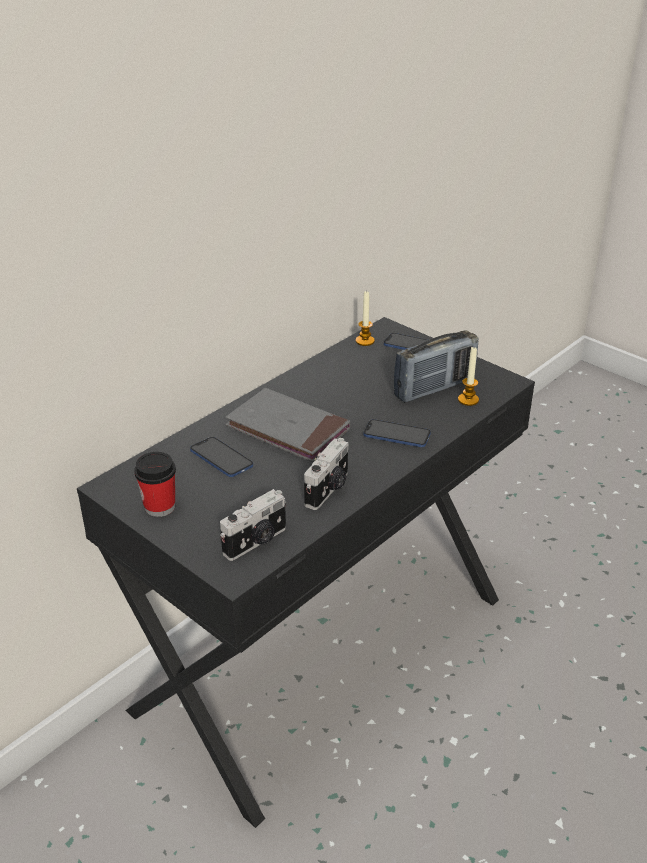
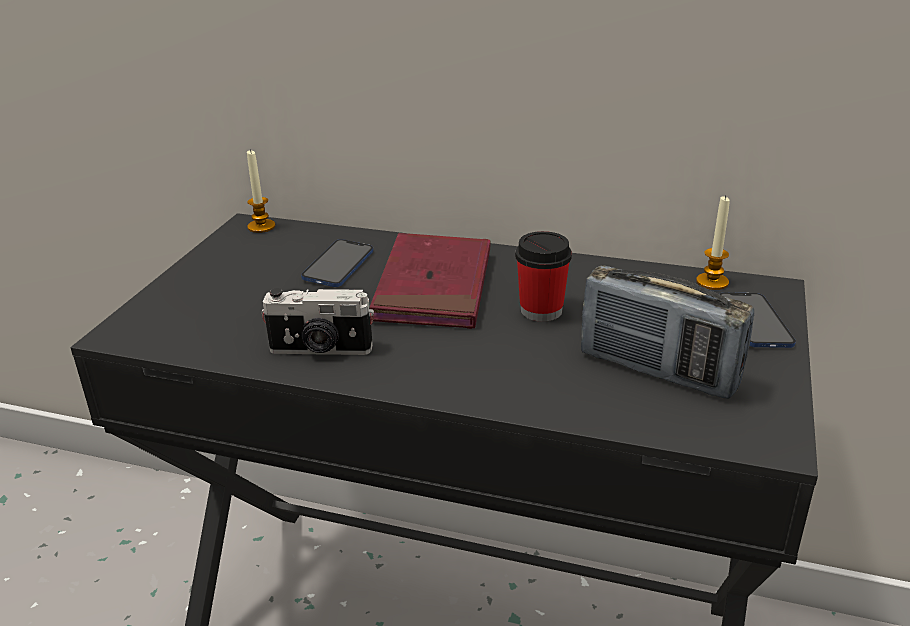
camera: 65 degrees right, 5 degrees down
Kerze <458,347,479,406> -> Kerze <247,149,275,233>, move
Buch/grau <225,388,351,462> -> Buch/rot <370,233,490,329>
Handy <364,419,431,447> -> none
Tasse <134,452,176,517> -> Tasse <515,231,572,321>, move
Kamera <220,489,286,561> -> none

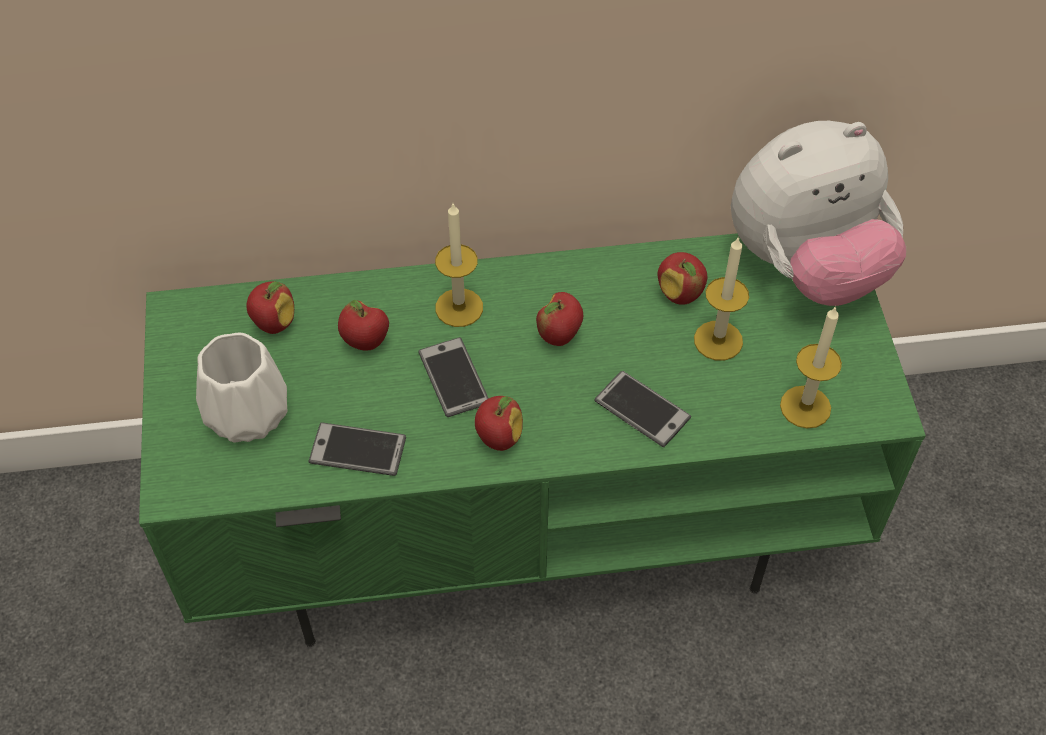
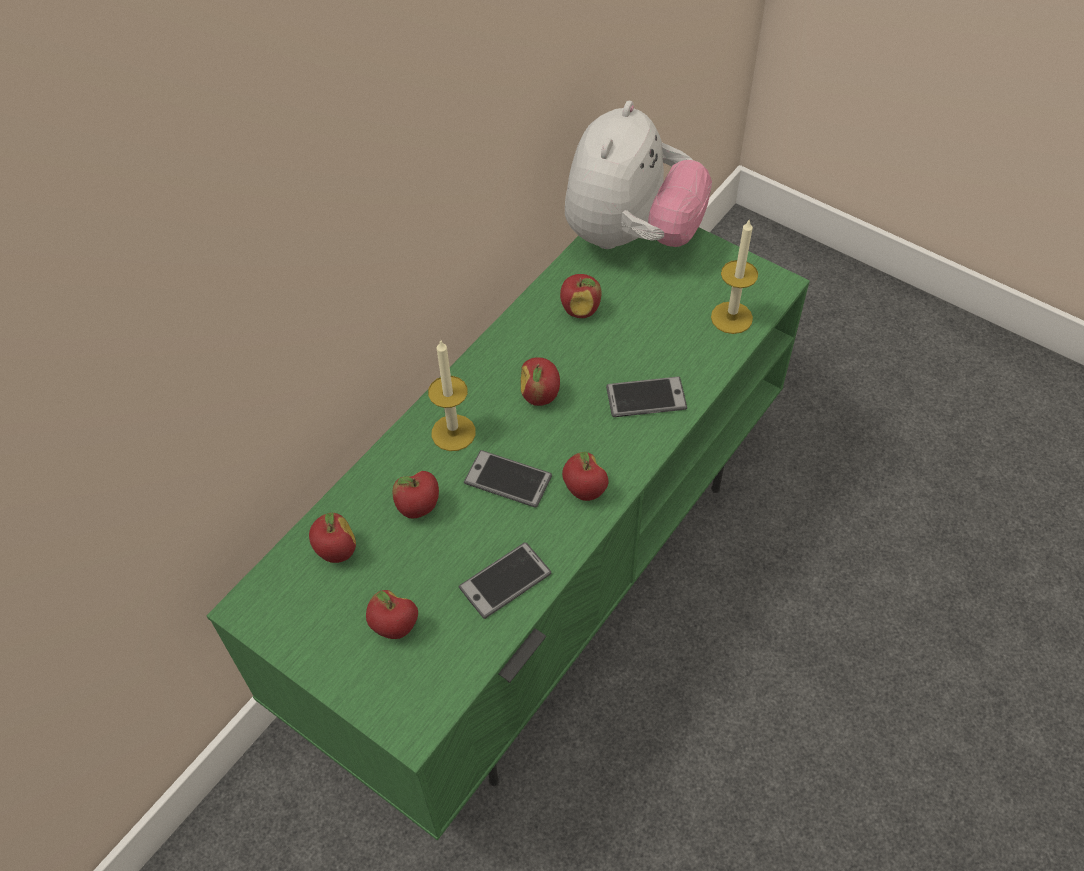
camera: 45 degrees left, 0 degrees up
Kerze <694,236,749,361> -> none
Vase/weiß <196,333,288,443> -> Apfel <366,590,418,639>

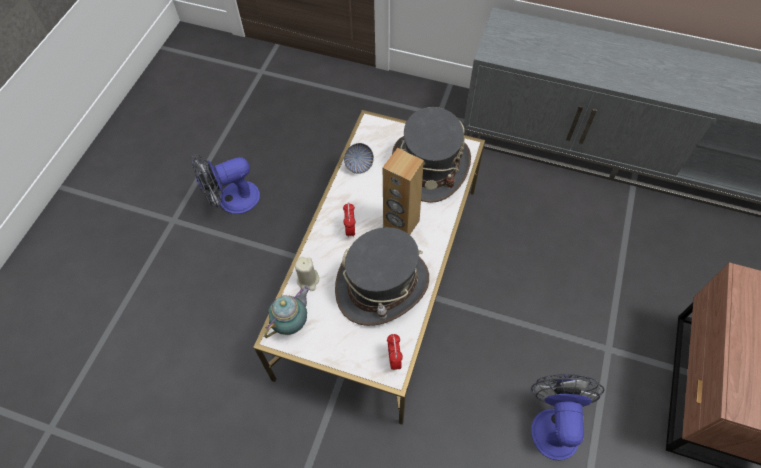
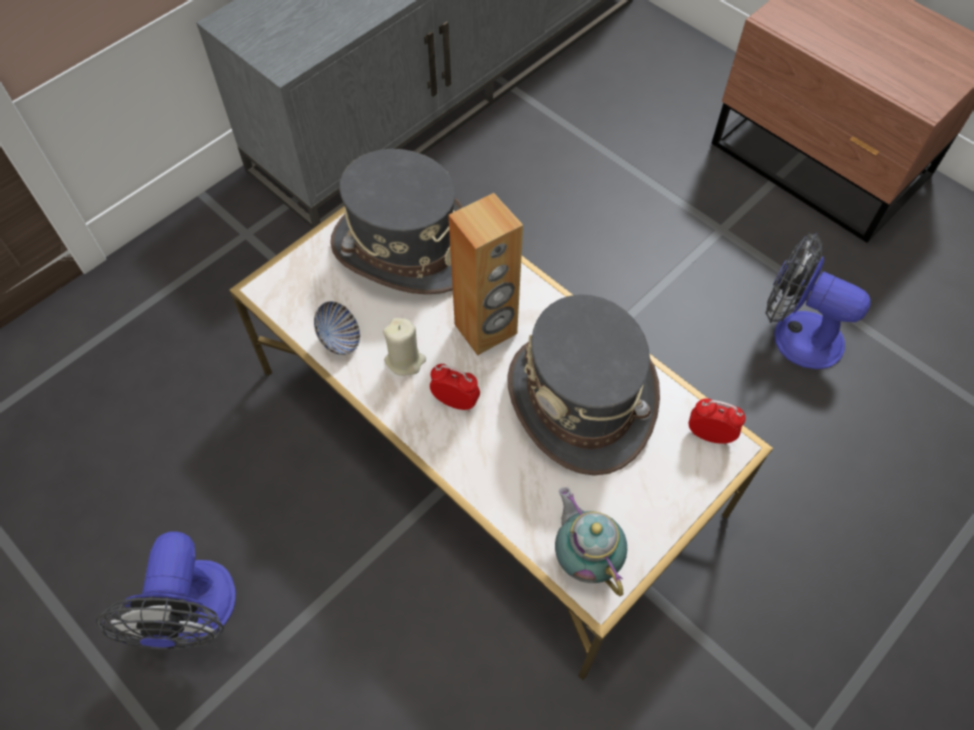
camera: 65 degrees left, 0 degrees up
Kerze/beige <295,257,319,291> -> Kerze/beige <383,318,426,376>, move

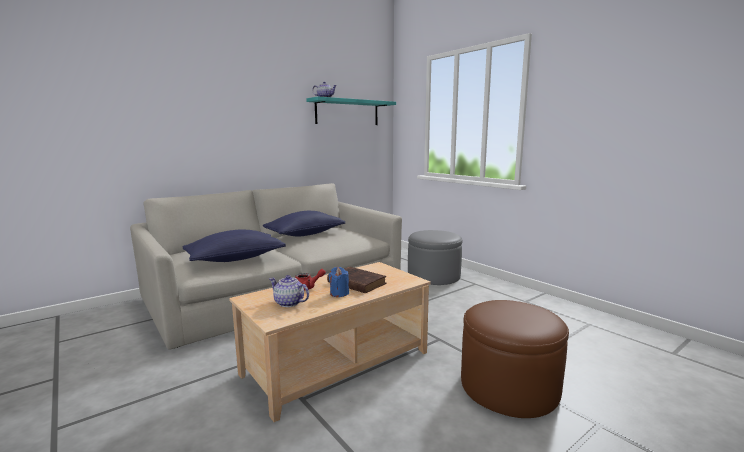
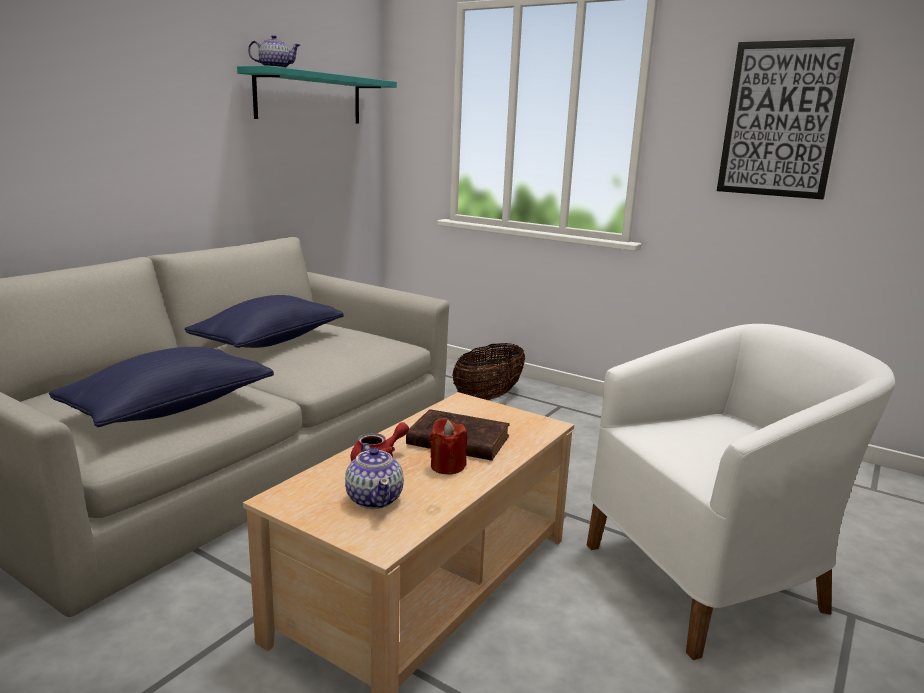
camera: 20 degrees left, 5 degrees up
Polsterhocker/grau <408,230,462,285> -> Korb <452,343,525,401>
Kerze/blau <329,267,349,297> -> Kerze/rot <430,418,467,475>
Teekanne <269,275,309,307> -> Teekanne <345,443,404,509>, 120 degrees counterclockwise
Polsterhocker/braun <461,300,569,418> -> Sessel/weiß <587,324,895,660>
none -> Bild <717,38,855,199>

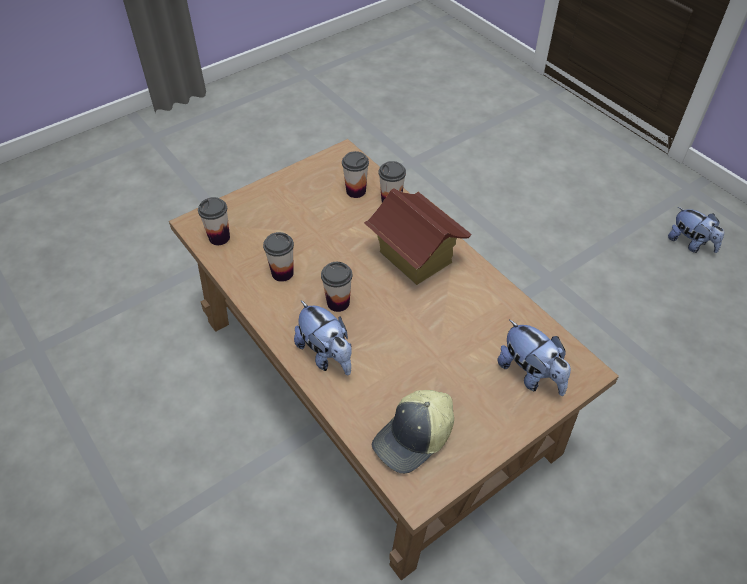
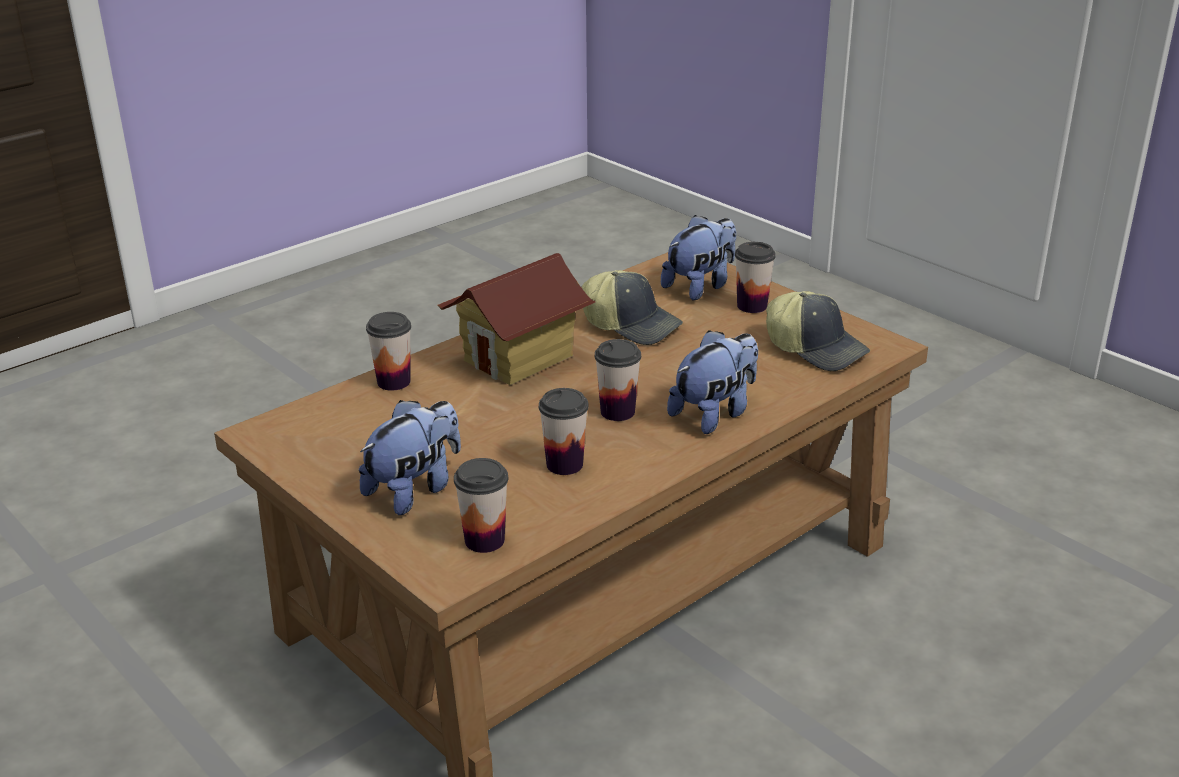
camera: 95 degrees left, 20 degrees down
Tasse <342,151,369,198> -> Tasse <735,242,776,313>, move
Plüschtier <668,207,724,253> -> Plüschtier <359,400,461,515>, move
none -> Kappe <581,270,683,345>

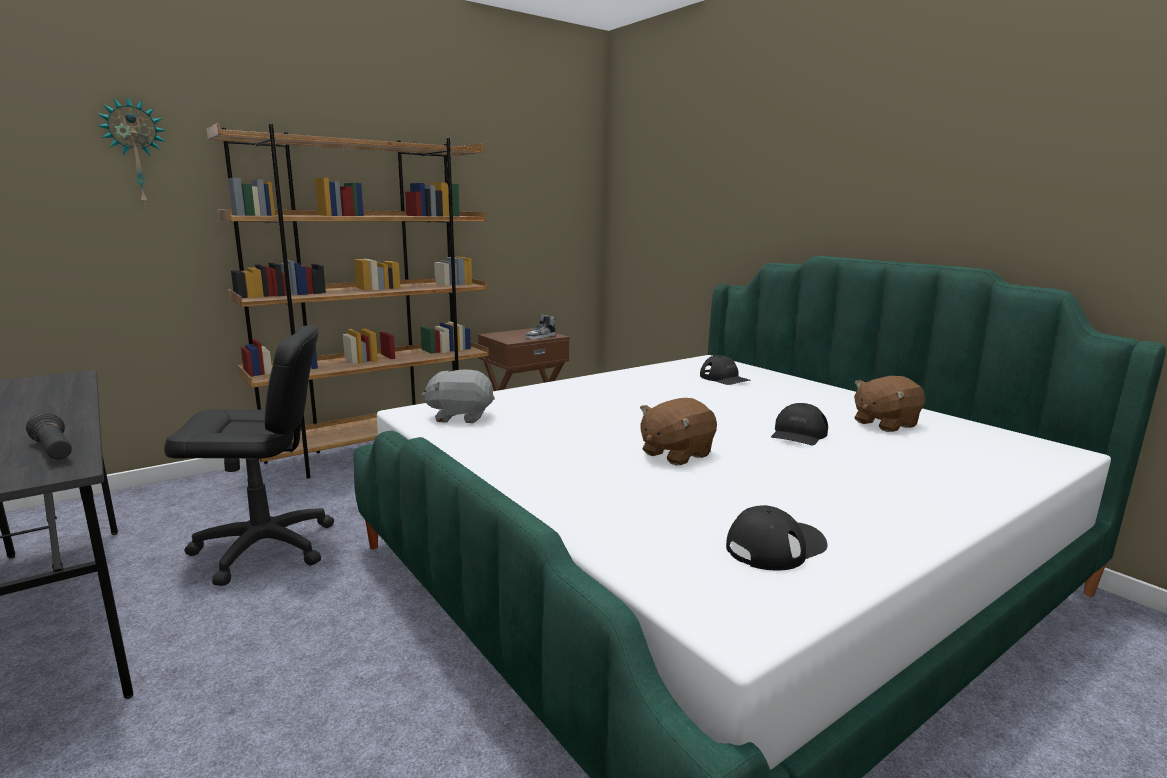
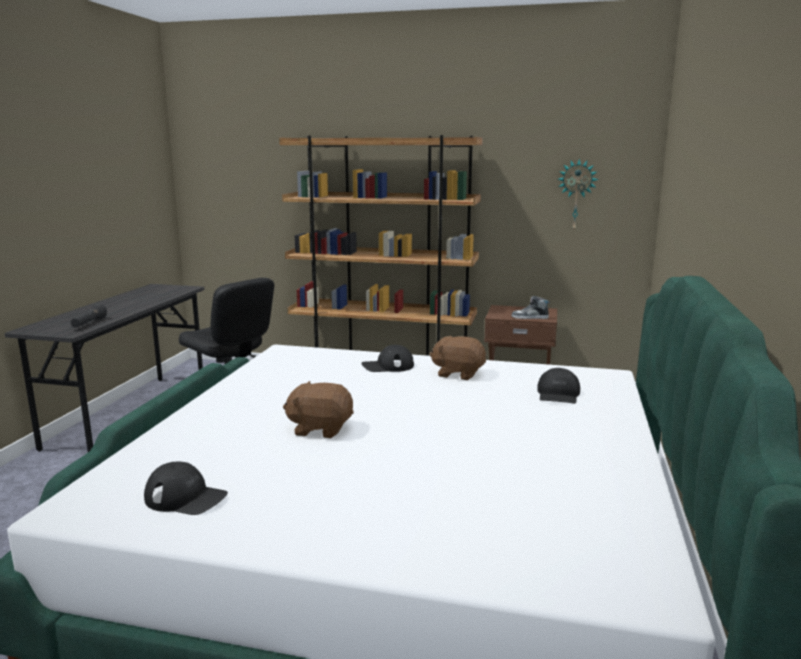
camera: 50 degrees right, 0 degrees up
Wanduhr <97,96,167,205> -> Wanduhr <558,158,599,230>, move
Plüschtier/grau <421,369,495,423> -> none
Plüschtier/braun <854,376,925,432> -> Plüschtier/braun <429,336,486,380>, move
Kappe/schwarz <771,403,828,445> -> Kappe/schwarz <361,345,414,372>, move

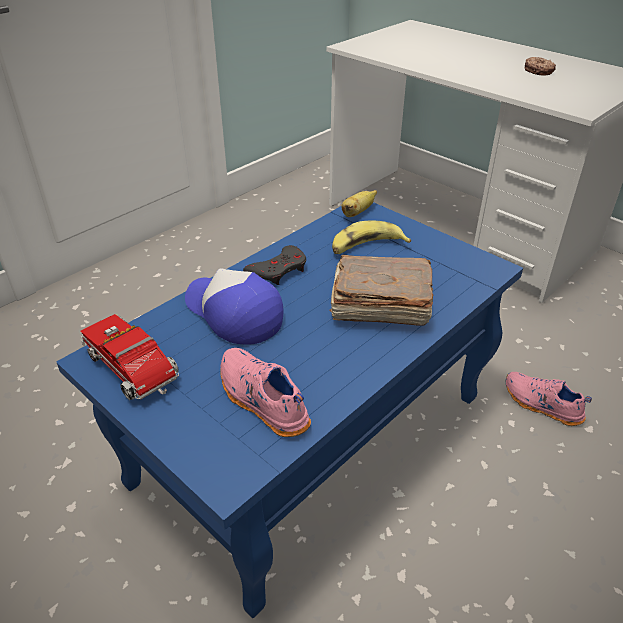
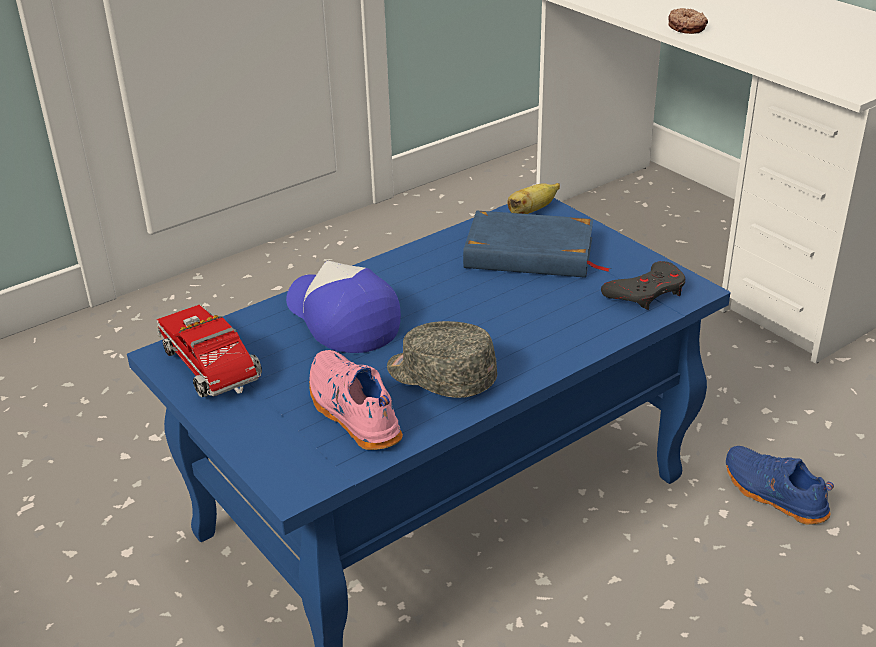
camera: 10 degrees right, 5 degrees down
Donut <524,57,556,76> -> Donut <668,8,708,34>, move
Banane <332,221,411,254> -> Buch/blau <463,211,611,278>
Gamepad/grau <243,245,306,285> -> Gamepad/grau <601,261,686,310>, move
Buch/braun <330,255,433,326> -> none
Schuh/rosa <506,372,592,426> -> Schuh/blau <726,446,834,525>
none -> Kappe/grau <387,321,497,398>

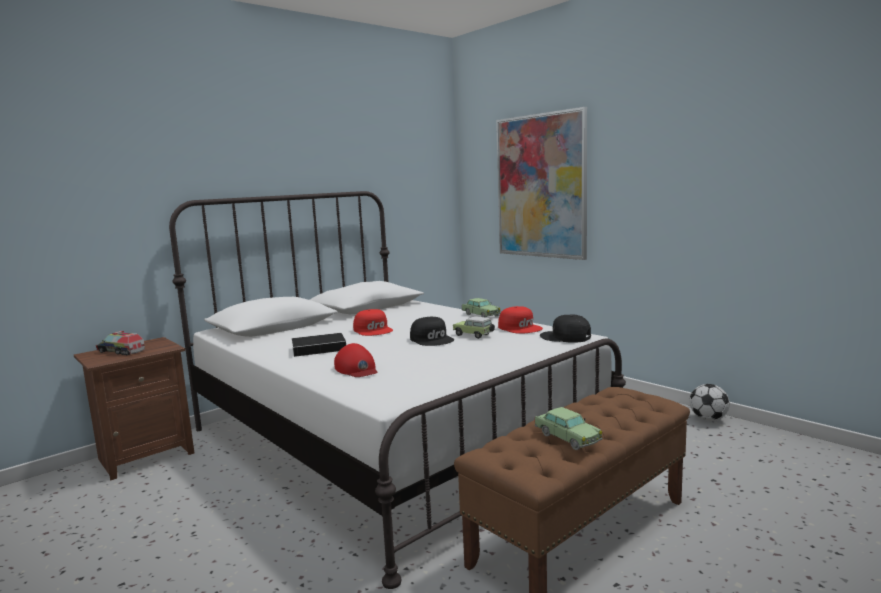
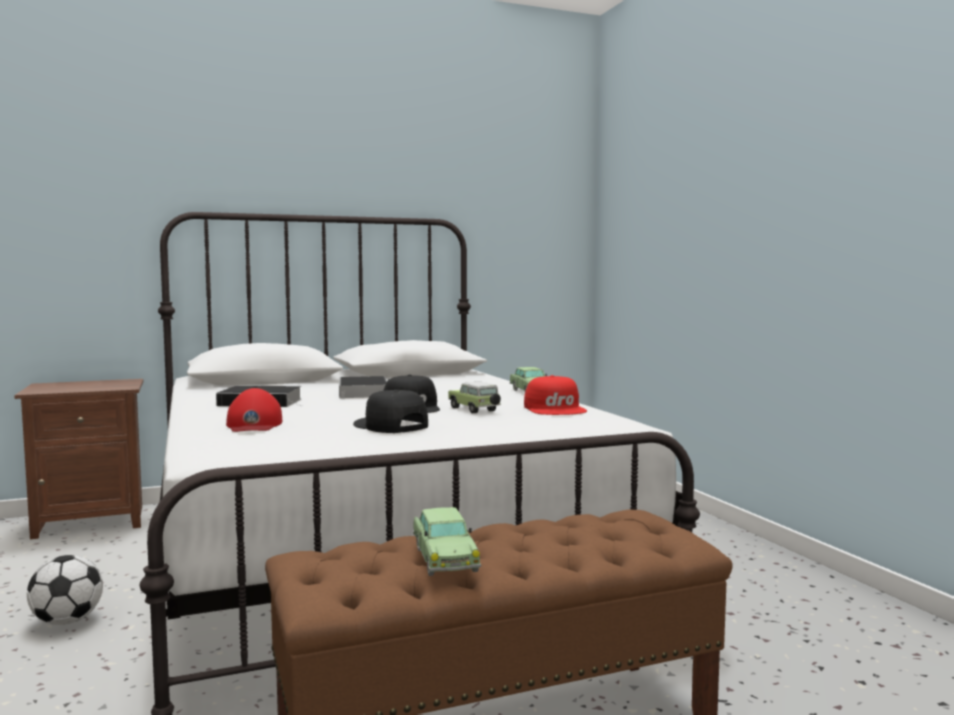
camera: 20 degrees right, 5 degrees down
Bild <496,107,587,260> -> none
Kappe/rot <353,309,393,336> -> Buch <339,376,387,400>
Kappe/schwarz <540,315,591,343> -> Kappe/schwarz <353,390,428,433>, move
Spielzeuglaster <96,331,145,355> -> none
Fußball <690,384,730,421> -> Fußball <27,555,103,625>, move

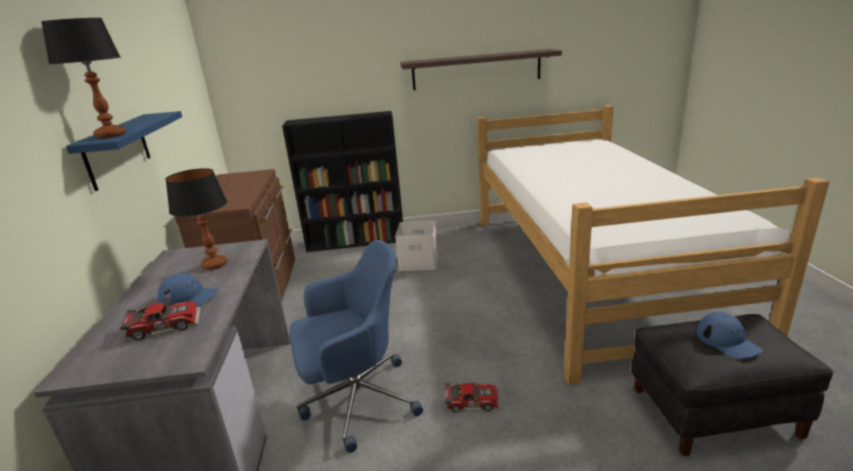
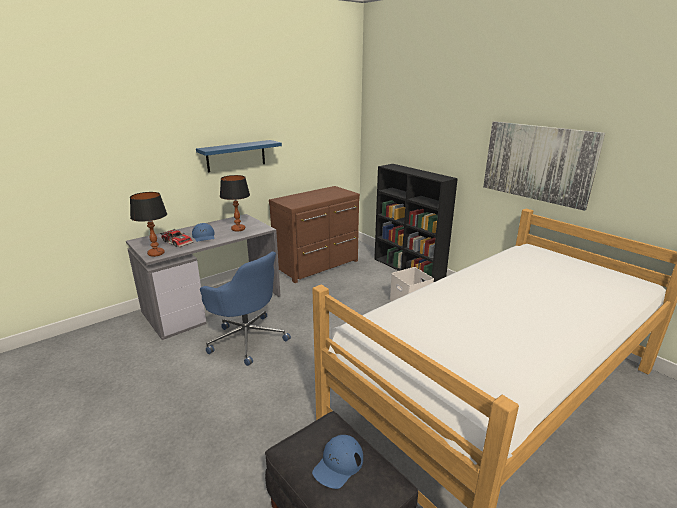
camera: 55 degrees right, 0 degrees up
Tischlampe <41,18,126,138> -> Tischlampe <130,192,167,257>, move
Wandregal <400,49,562,90> -> Bild <483,121,605,211>
Spielzeugauto <444,382,500,413> -> none

